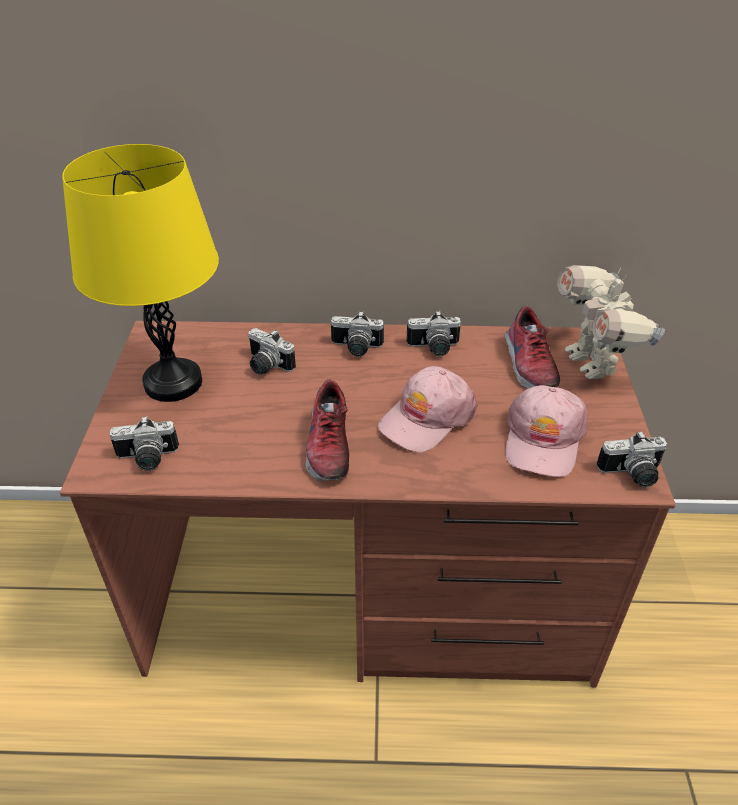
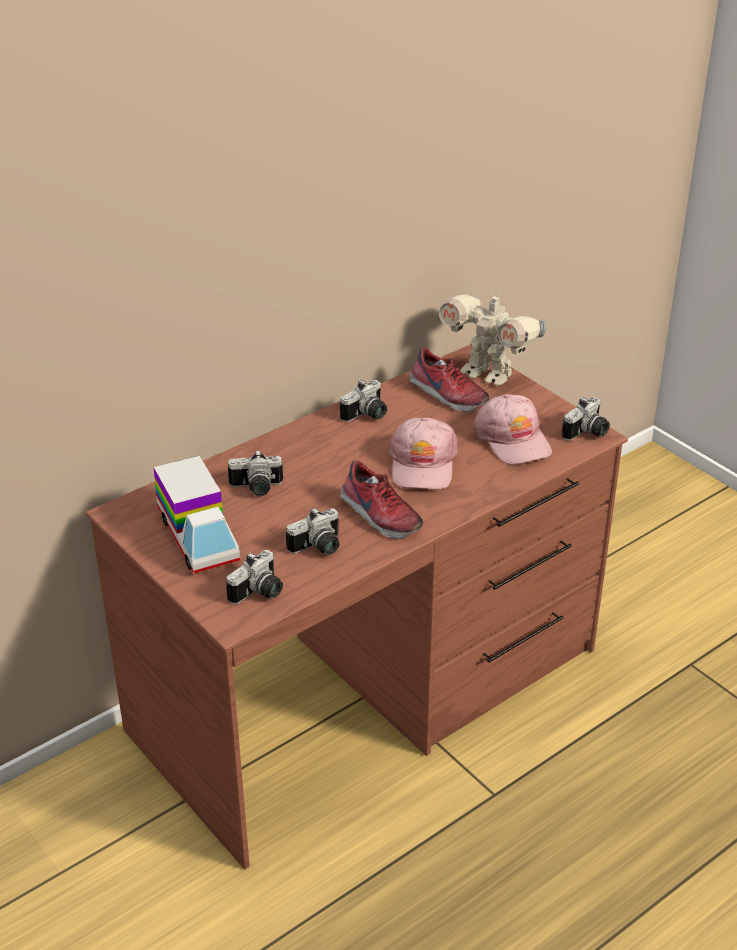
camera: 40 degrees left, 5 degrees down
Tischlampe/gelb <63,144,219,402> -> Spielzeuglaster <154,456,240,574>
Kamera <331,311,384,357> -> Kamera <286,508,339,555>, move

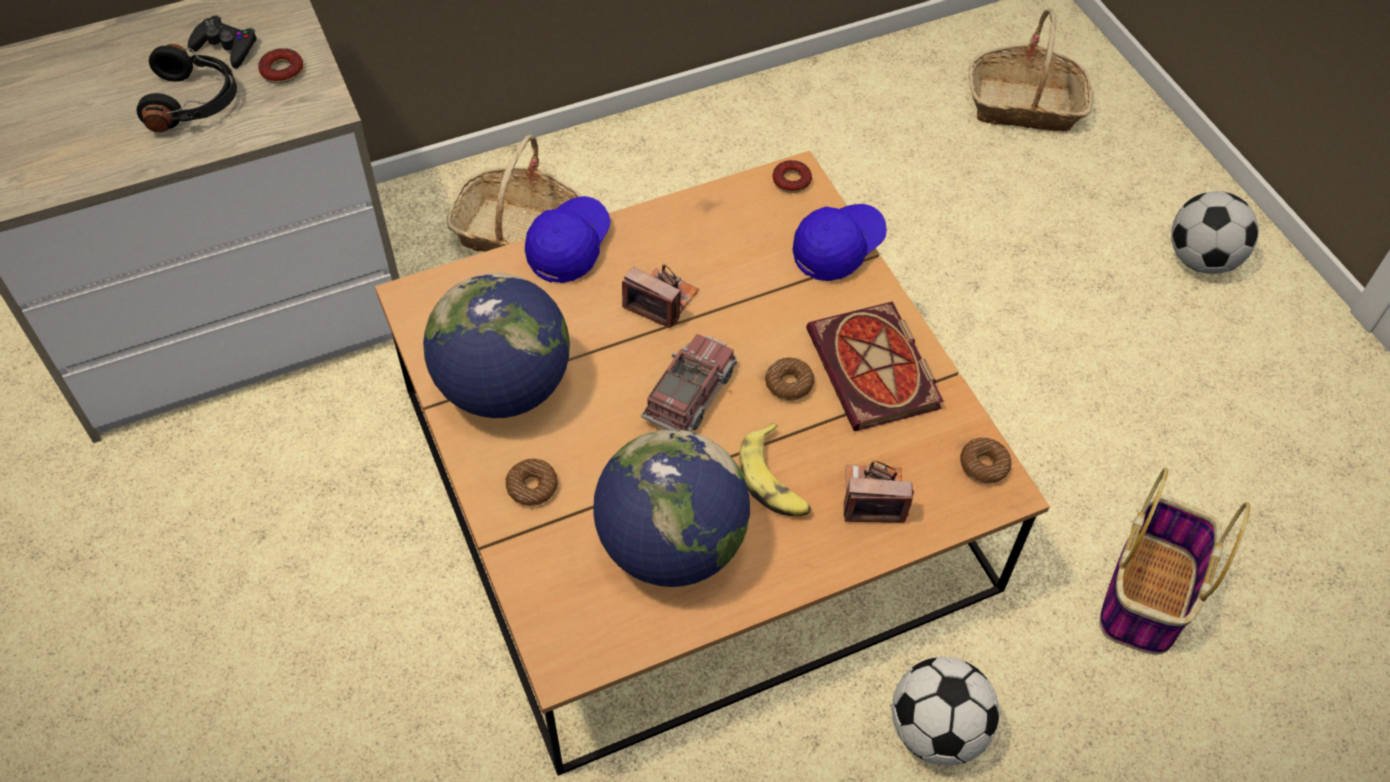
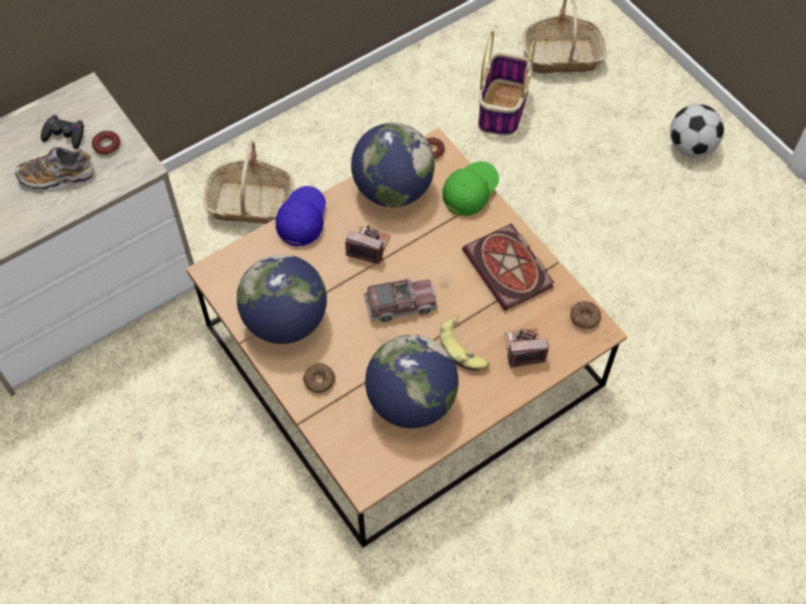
camera: 10 degrees left, 5 degrees up
Kopfhörer/schwarz <137,44,237,132> -> Schuh <15,147,94,191>
Kappe/blau <792,204,887,281> -> Kappe/grün <442,161,499,216>
Spielzeuglaster <641,334,737,432> -> Spielzeuglaster <364,278,438,323>, 60 degrees clockwise
Donut <765,357,814,400> -> none
Korb <1099,468,1250,655> -> Korb <478,31,536,136>, move
Fußball <892,657,999,766> -> none
none -> Globus <351,123,435,207>

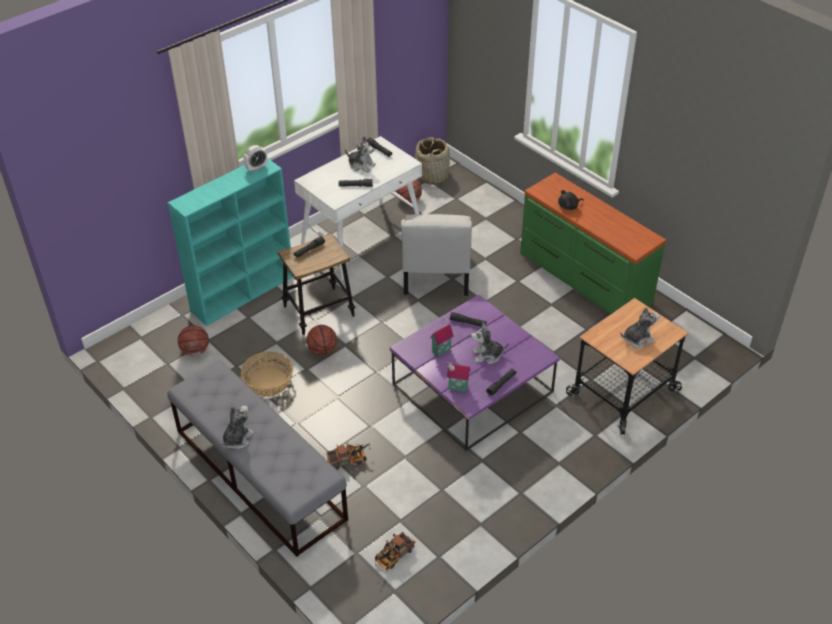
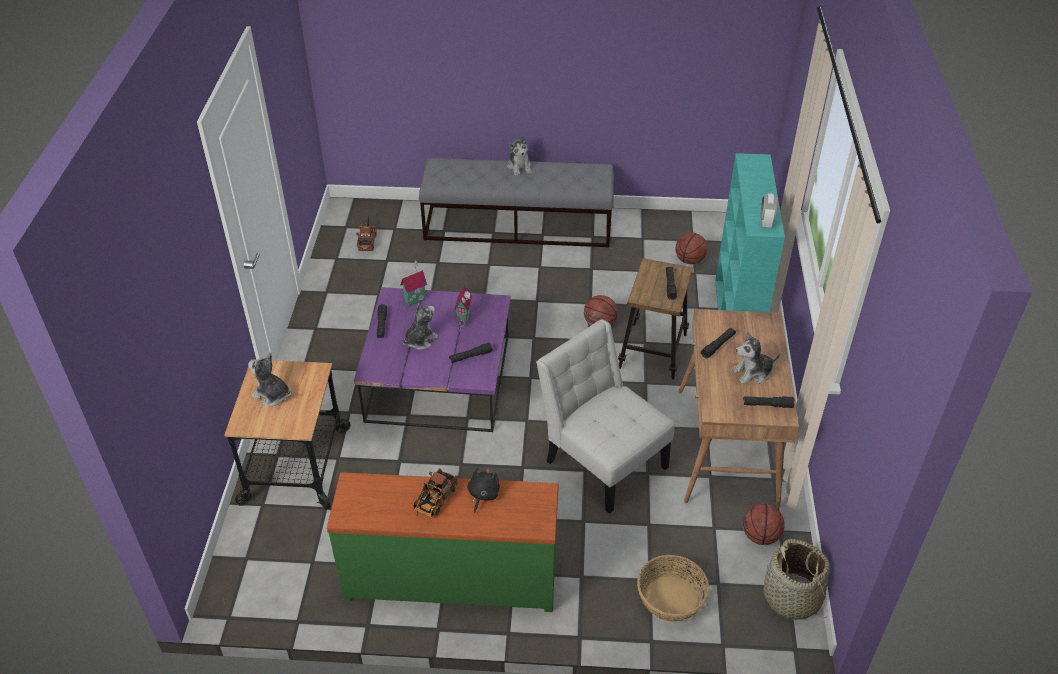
camera: 135 degrees right, 0 degrees up
Schreibtisch/weiß <294,136,422,280> -> Schreibtisch/braun <678,309,799,508>
Plüschtier <620,307,660,348> -> Plüschtier <248,353,291,406>, 90 degrees clockwise
Korb <241,351,293,397> -> Korb <637,555,709,622>, move
Spielzeuglaster <327,442,370,470> -> Spielzeuglaster <414,468,458,518>, move

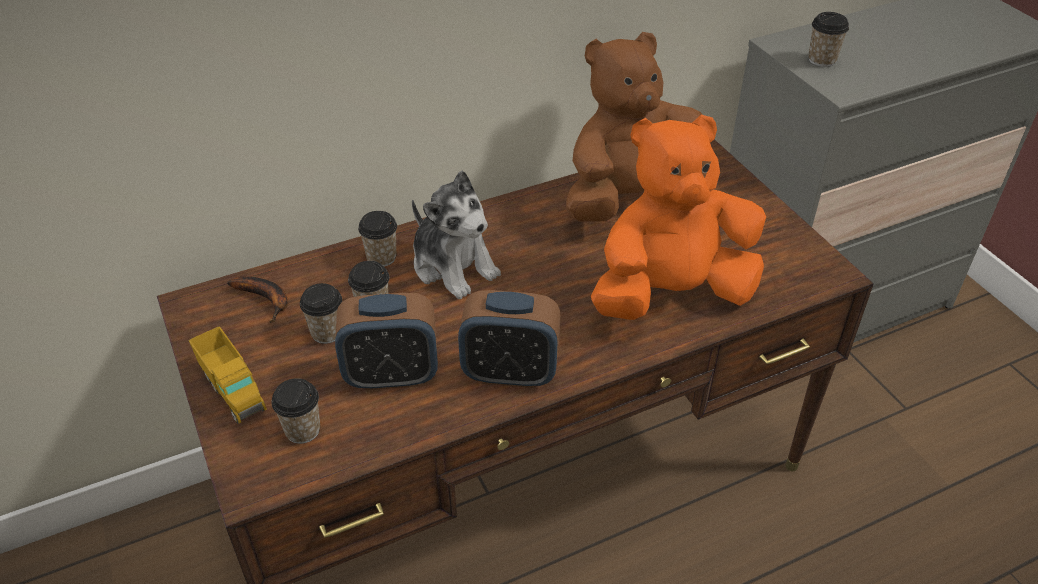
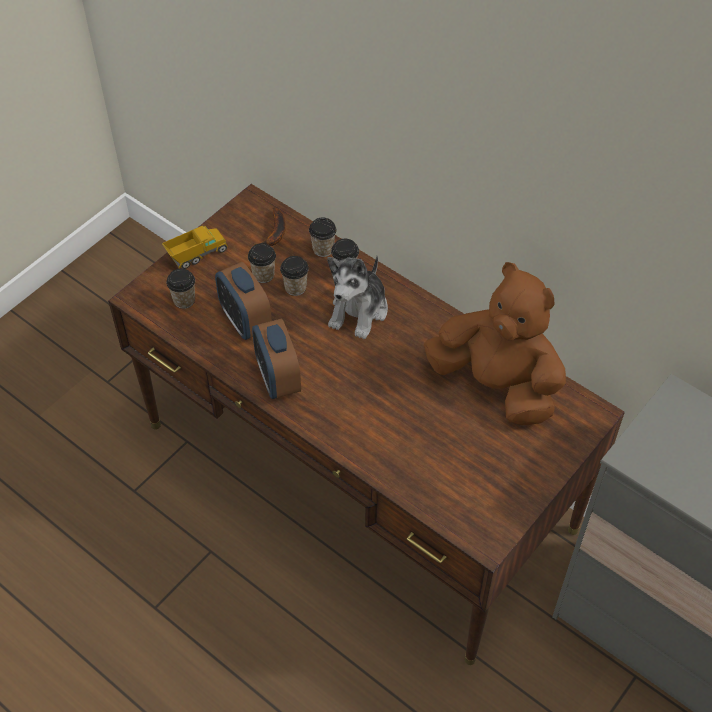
camera: 65 degrees right, 10 degrees up
Tasse <808,12,849,67> -> Tasse <309,217,337,257>, move
Plüschtier/orange <591,115,766,320> -> none
Spielzeuglaster <189,327,267,424> -> Spielzeuglaster <162,225,228,269>, 150 degrees counterclockwise

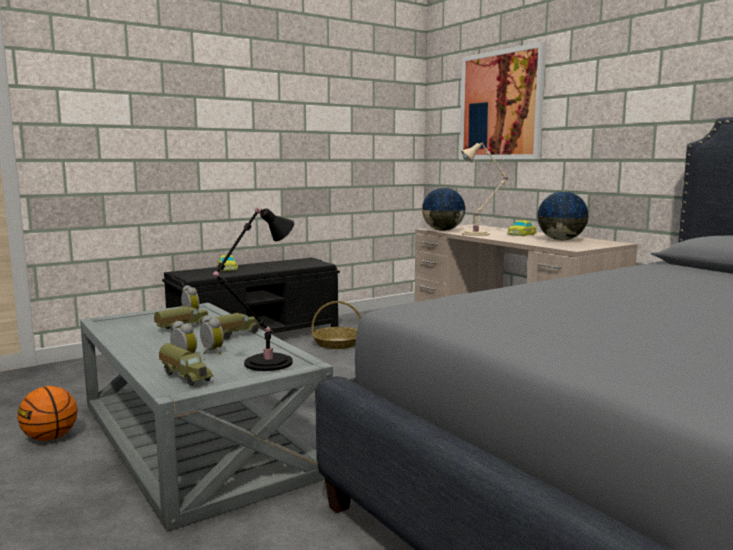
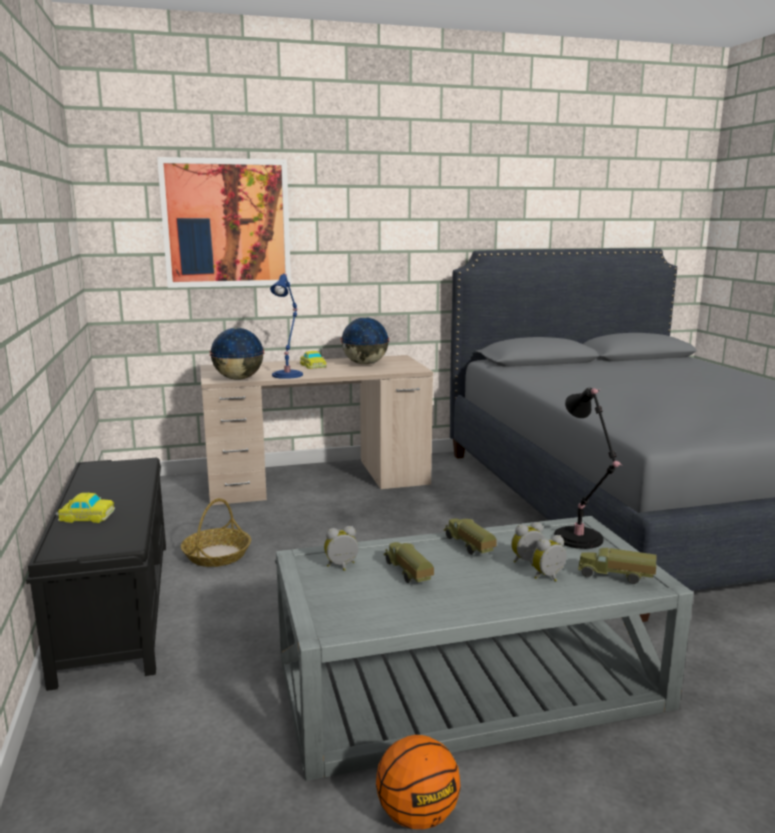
camera: 70 degrees left, 5 degrees up
Tischlampe/beige <461,142,508,236> -> Tischlampe/blau <270,273,303,379>
Spielzeuglaster <159,343,213,386> -> Spielzeuglaster <578,548,657,584>, 135 degrees counterclockwise

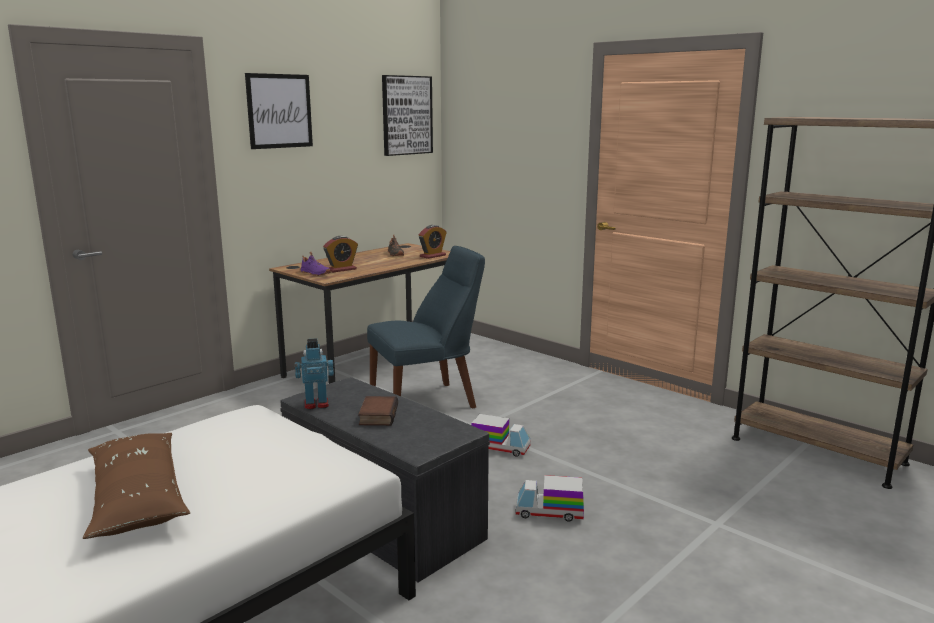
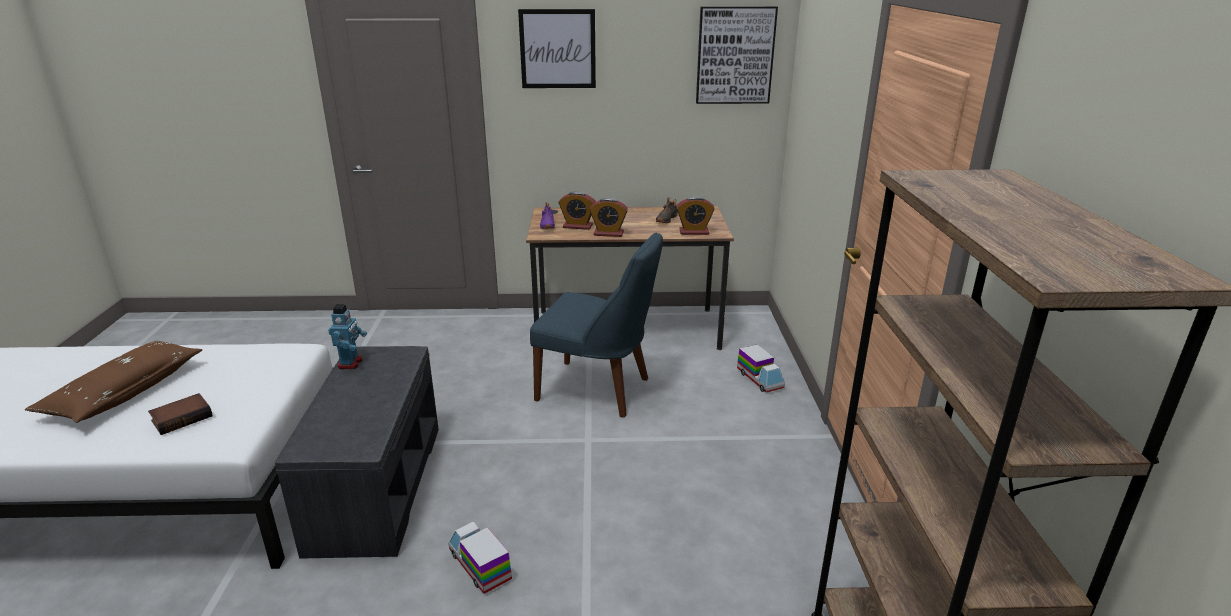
camera: 45 degrees right, 10 degrees up
Spielzeugroboter <295,338,334,410> -> Spielzeugroboter <328,304,367,369>, 60 degrees clockwise
Buch <358,396,398,426> -> Buch <148,393,213,435>, move
Spielzeuglaster <471,414,531,457> -> Spielzeuglaster <737,345,785,393>, move
none -> Wecker <590,198,628,237>

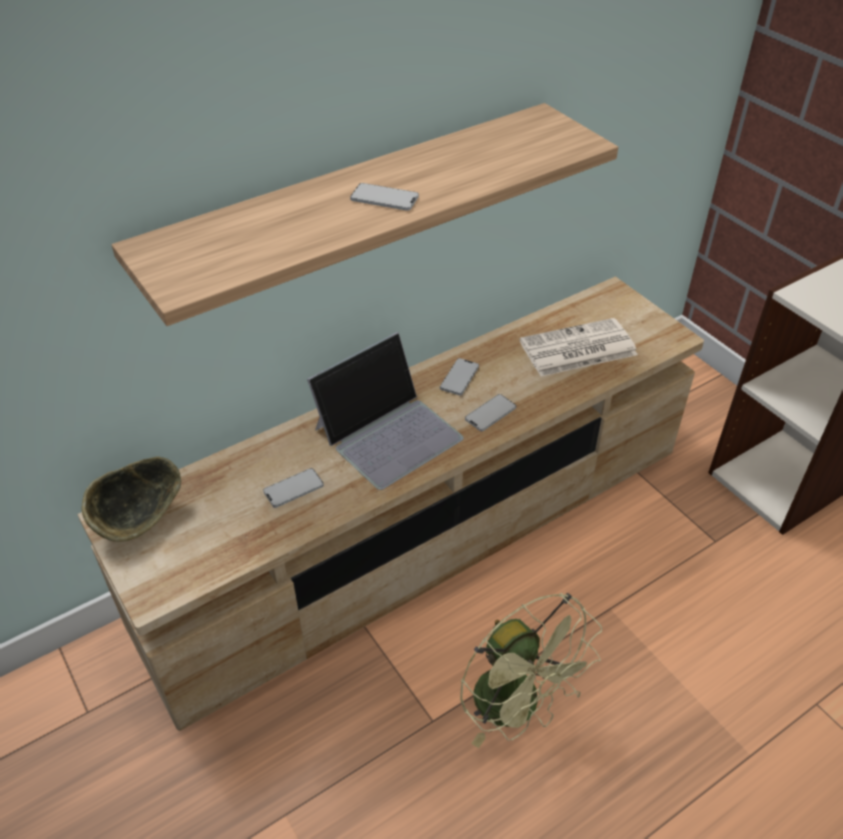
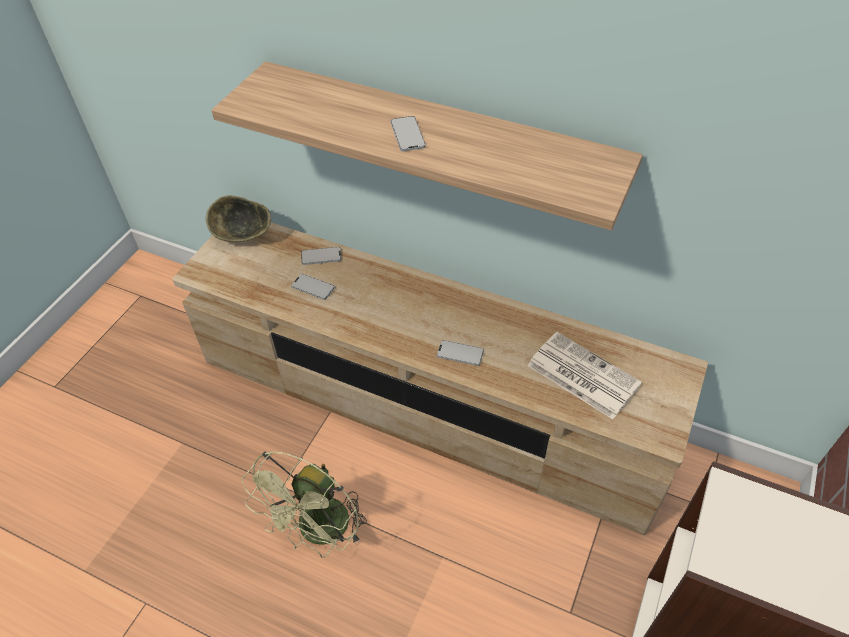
camera: 60 degrees right, 5 degrees up
Laptop <307,332,464,490> -> none
Handy <440,358,479,395> -> Handy <301,247,341,265>, move

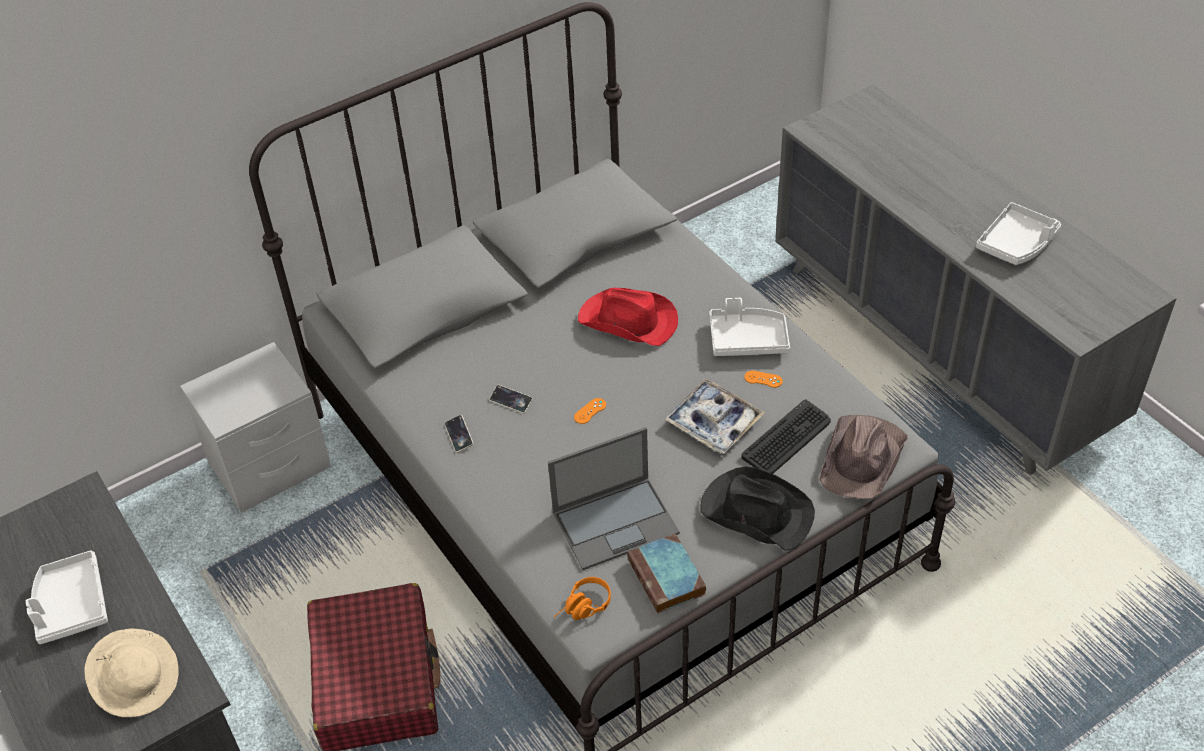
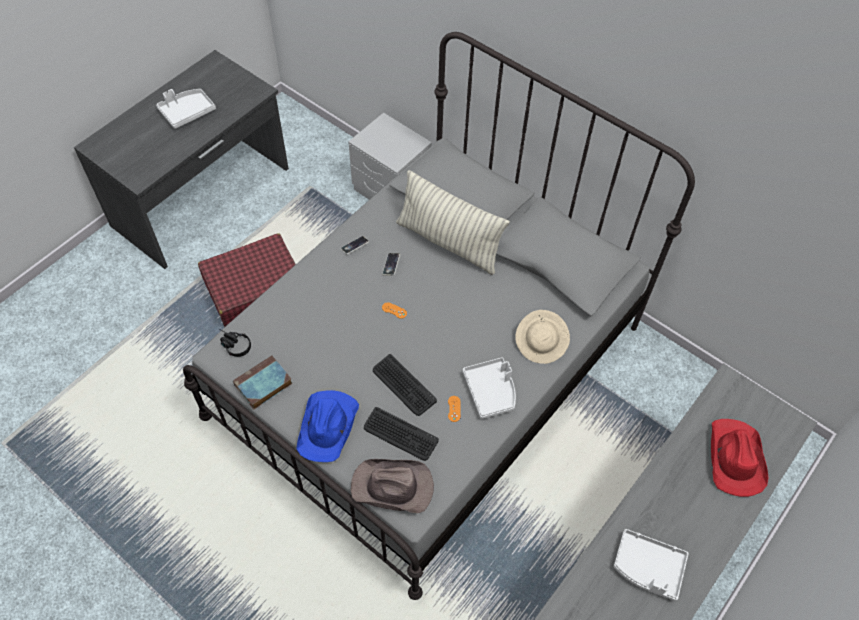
camera: 70 degrees right, 10 degrees up
Hut/rot <578,288,678,346> -> Hut/rot <711,419,768,497>, move
Tablett <664,379,765,453> -> Tastatur <373,354,437,416>
Laptop <548,427,680,570> -> none
Hut/schwarz <701,467,815,551> -> Hut/blau <297,390,359,462>
Kopfhörer/orange <554,577,611,620> -> Kopfhörer/schwarz <219,329,251,357>
Hut/beige <84,629,179,717> -> Hut/beige <515,310,570,364>, move
none -> Kissen <396,170,510,275>

